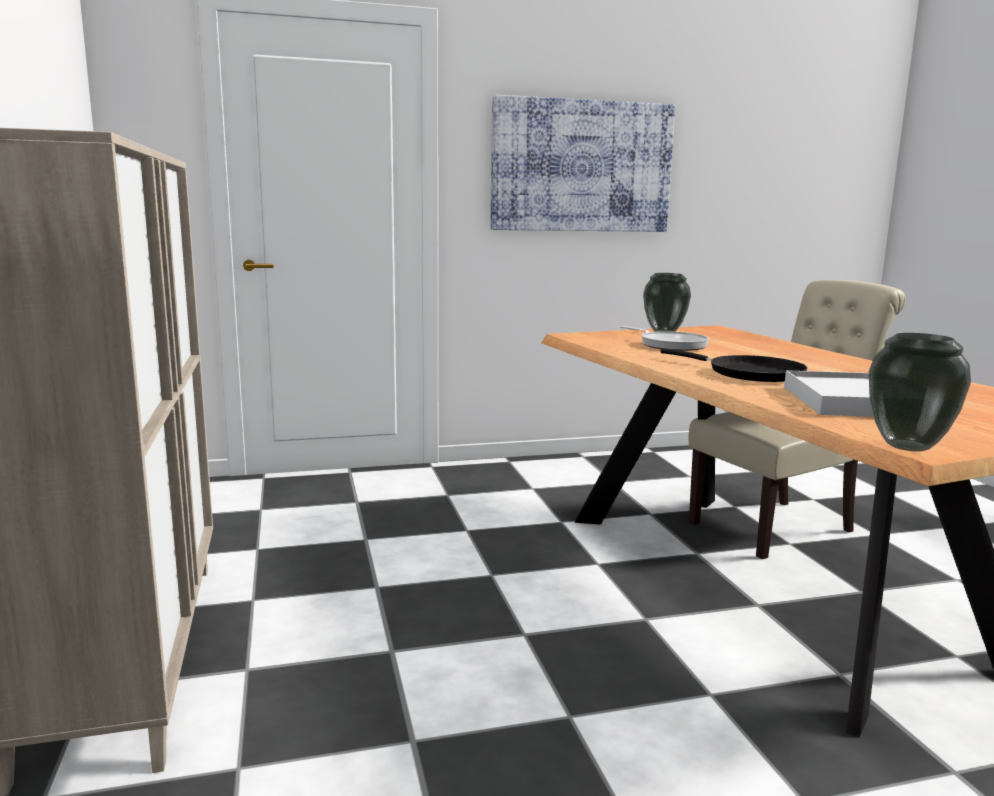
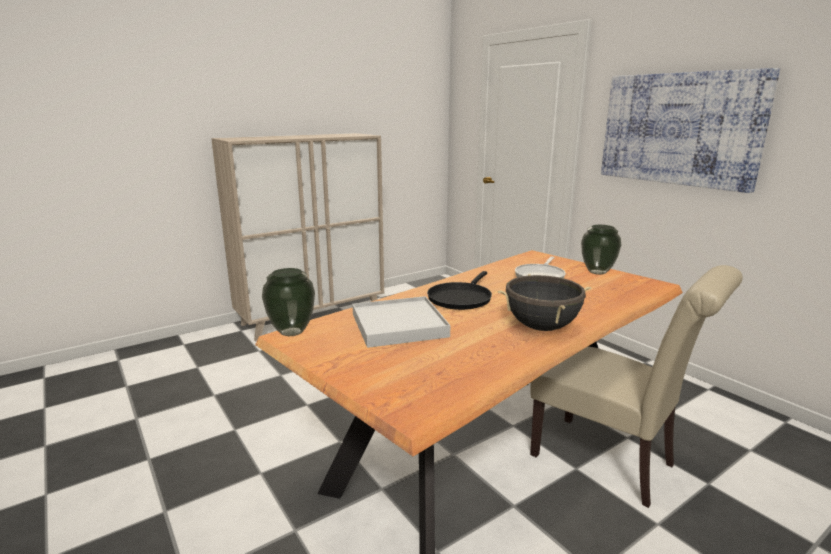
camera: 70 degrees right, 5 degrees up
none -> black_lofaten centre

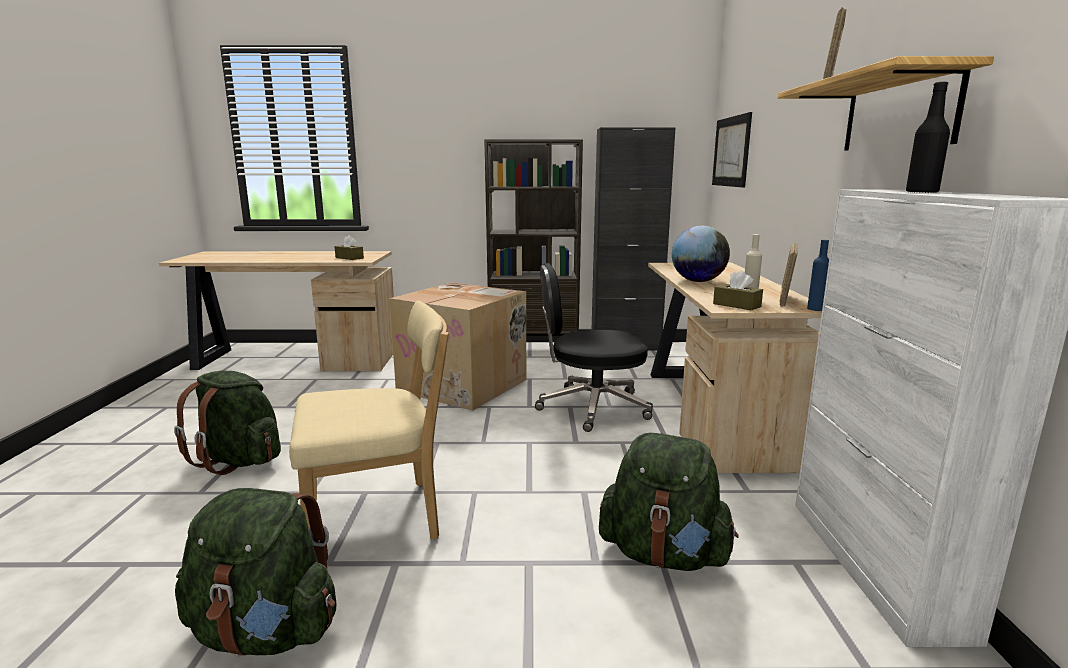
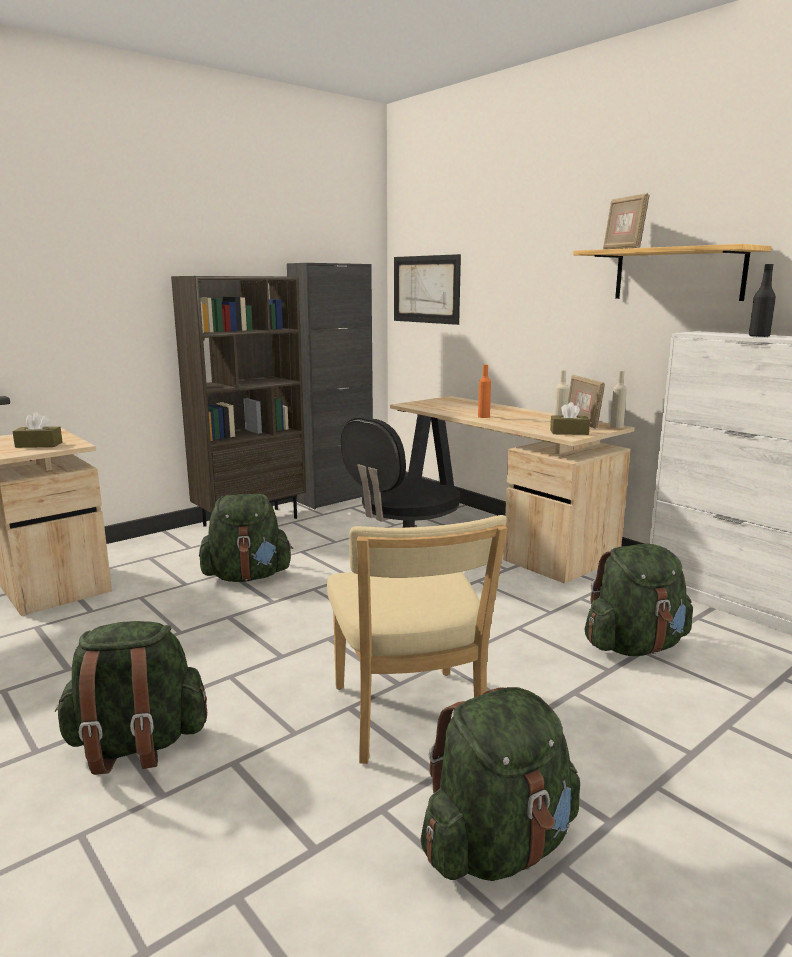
camera: 40 degrees left, 0 degrees up
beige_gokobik centre -> beige_gokobik bottom centre, 135 degrees clockwise
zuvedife centre -> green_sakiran (no. 2 from left) middle left
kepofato centre -> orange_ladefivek centre
blue_ladefivek middle right -> beige_ladefivek (no. 2 from left) middle right

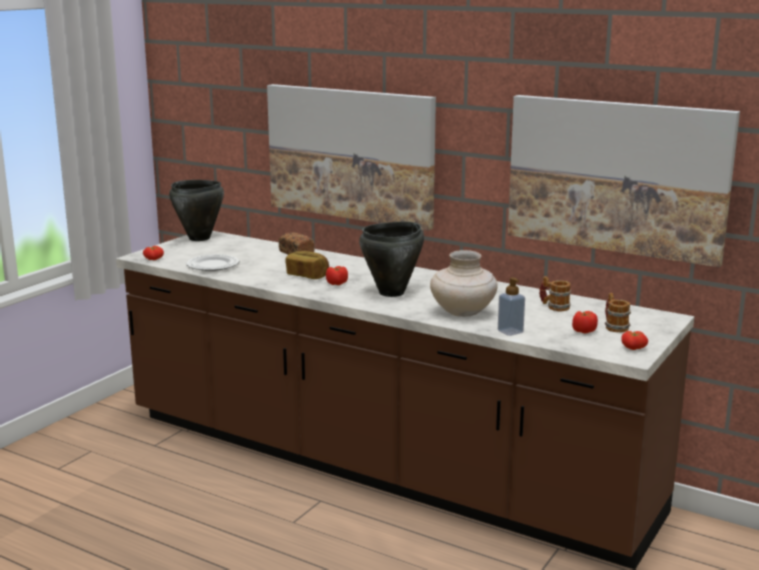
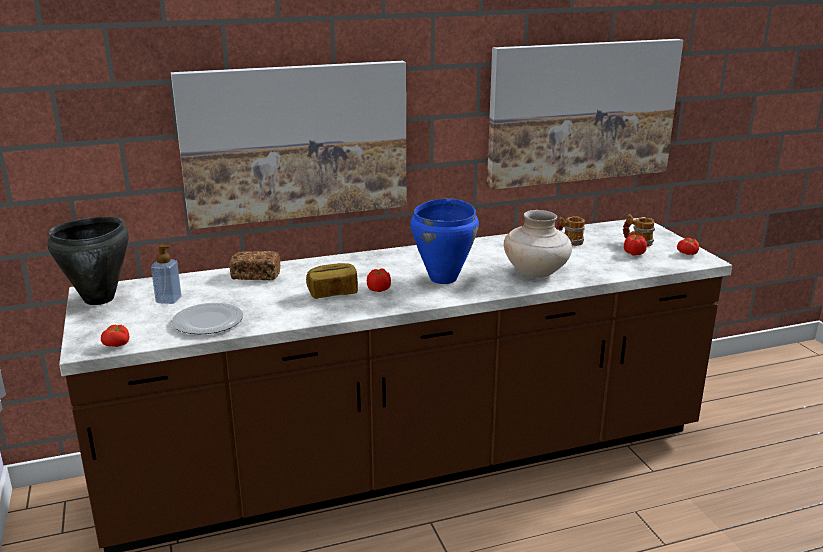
camera: 50 degrees left, 5 degrees up
black_lofaten (no. 2 from left) centre -> blue_lofaten centre
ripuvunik middle right -> ripuvunik middle left, shifted

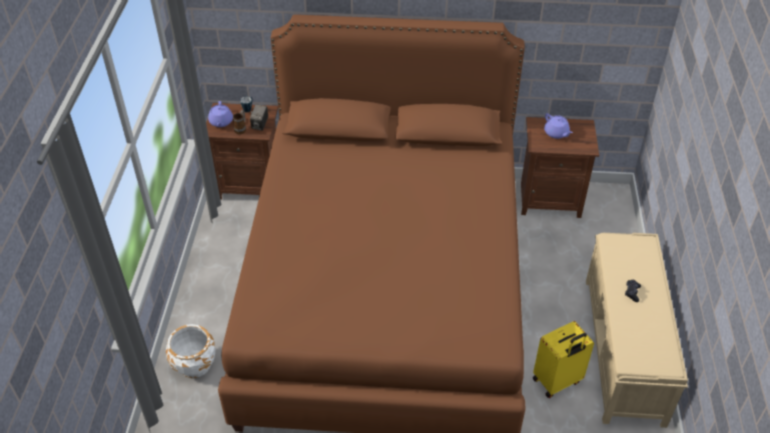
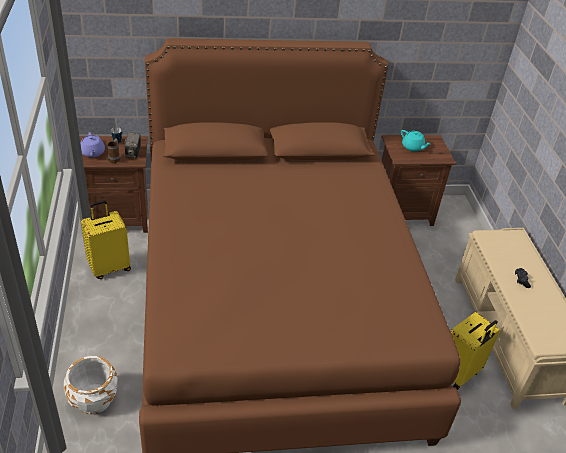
camera: 15 degrees left, 5 degrees down
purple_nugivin (no. 2 from left) top right -> turquoise_nugivin top right
none -> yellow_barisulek (no. 1 from left) middle left

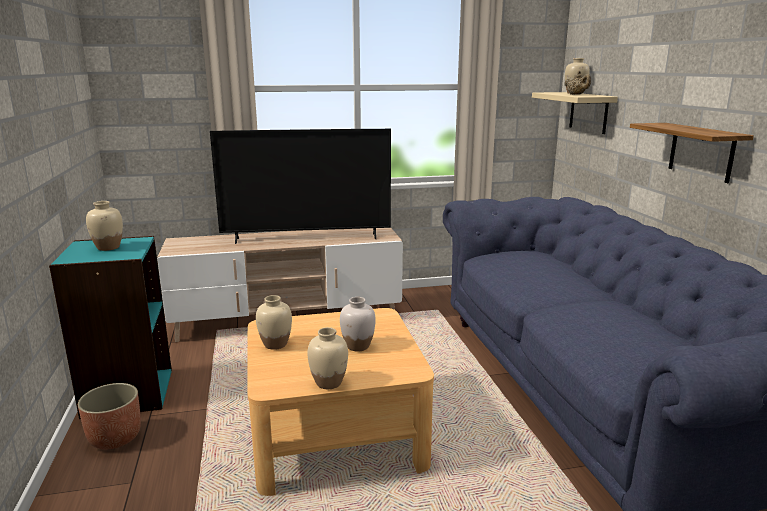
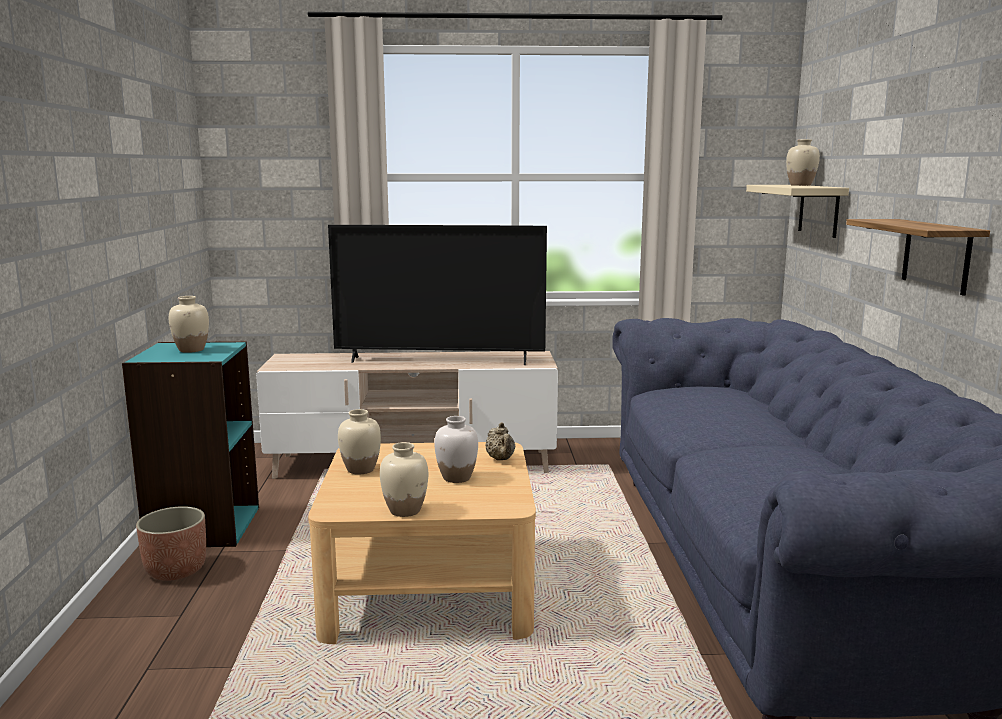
camera: 10 degrees right, 5 degrees down
beige_nugivin top right -> beige_nugivin centre, shifted

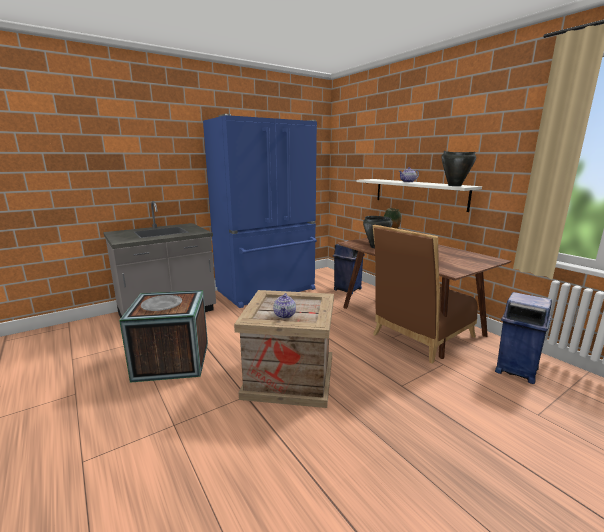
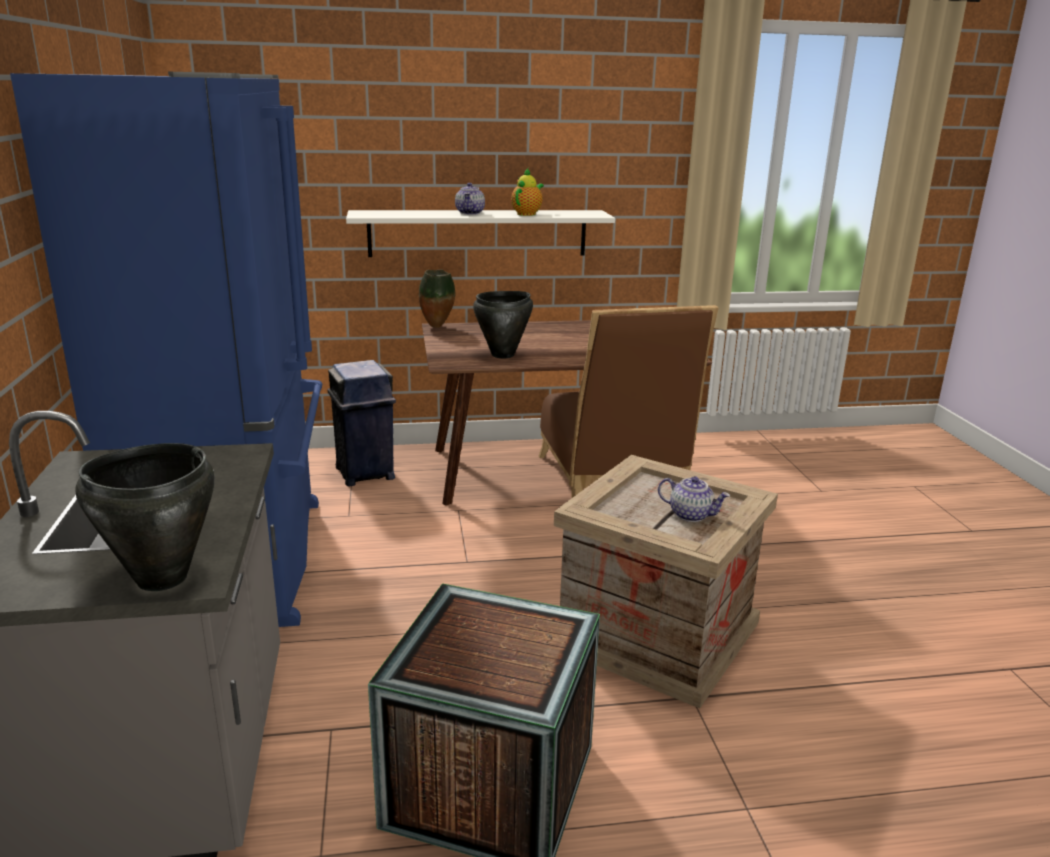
camera: 65 degrees left, 5 degrees up
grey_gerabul middle left -> none
black_lofaten (no. 2 from left in the first image) top right -> black_lofaten (no. 1 from left) middle left, shifted
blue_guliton (no. 2 from left) middle right -> none
none -> nugivin (no. 2 from left) top centre

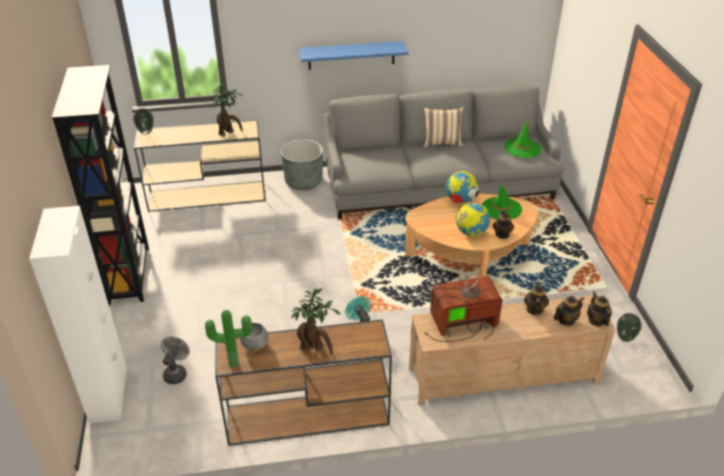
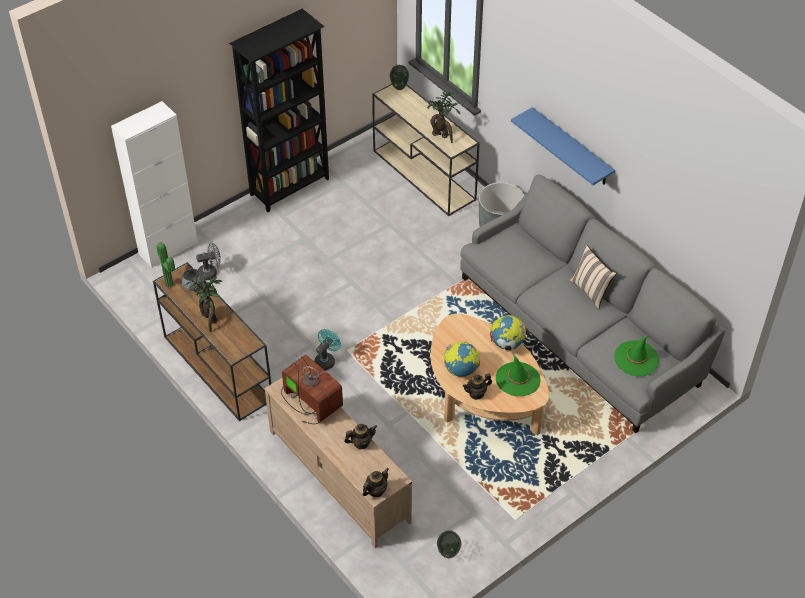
camera: 60 degrees right, 10 degrees up
nugivin (no. 3 from left) middle right -> none

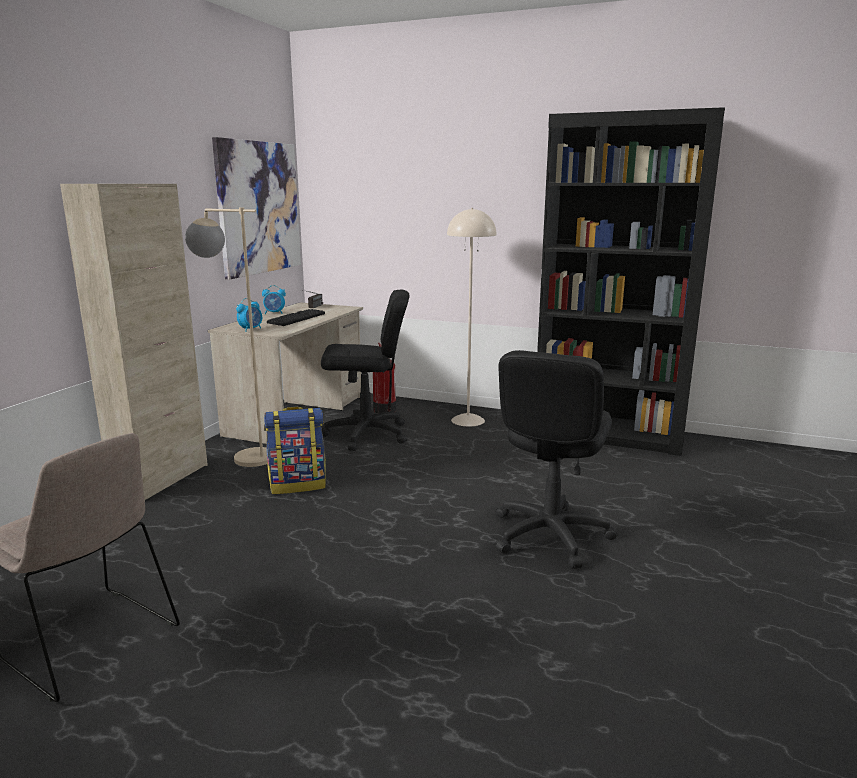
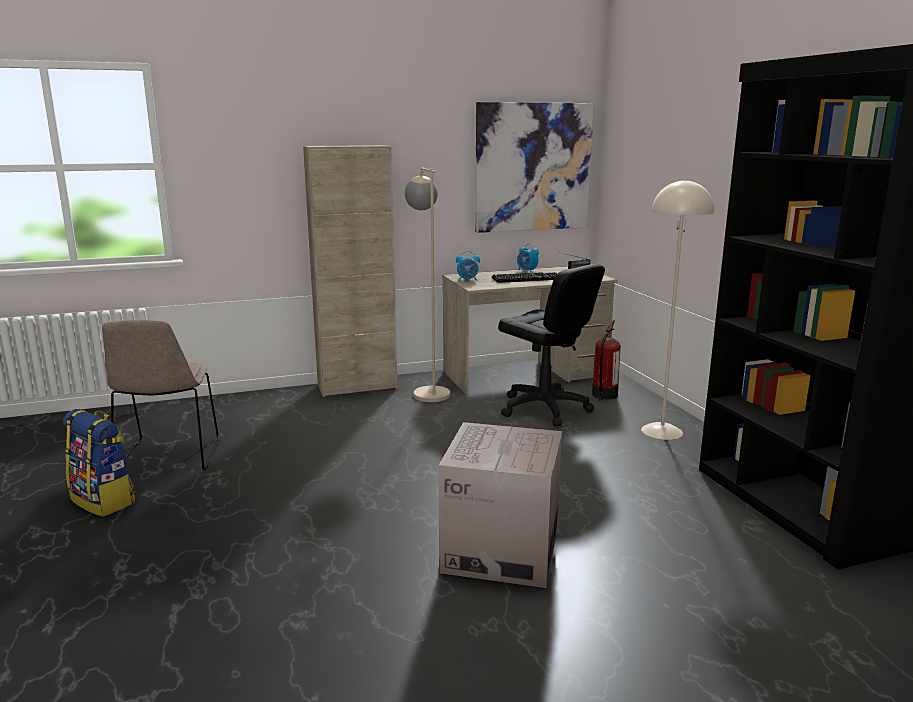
camera: 50 degrees right, 0 degrees up
sakiran centre -> sakiran middle left, shifted
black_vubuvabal (no. 2 from left) centre -> zuvedife bottom centre

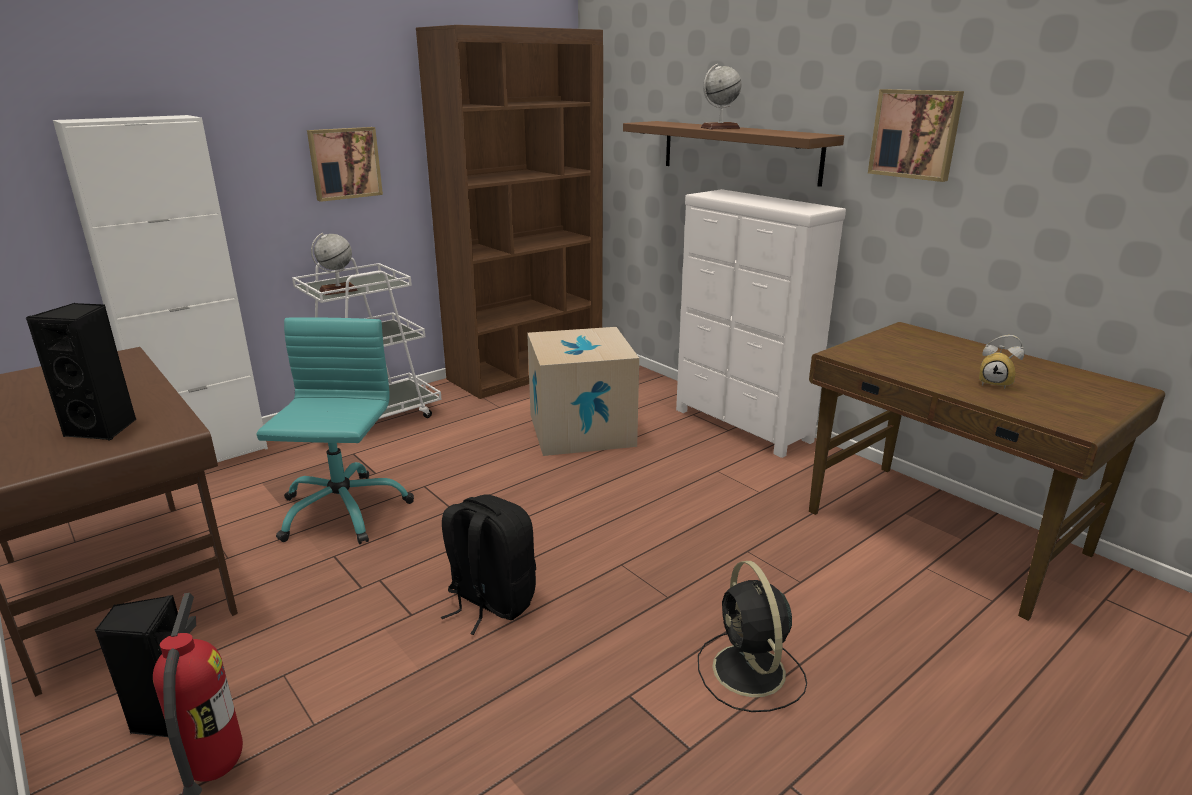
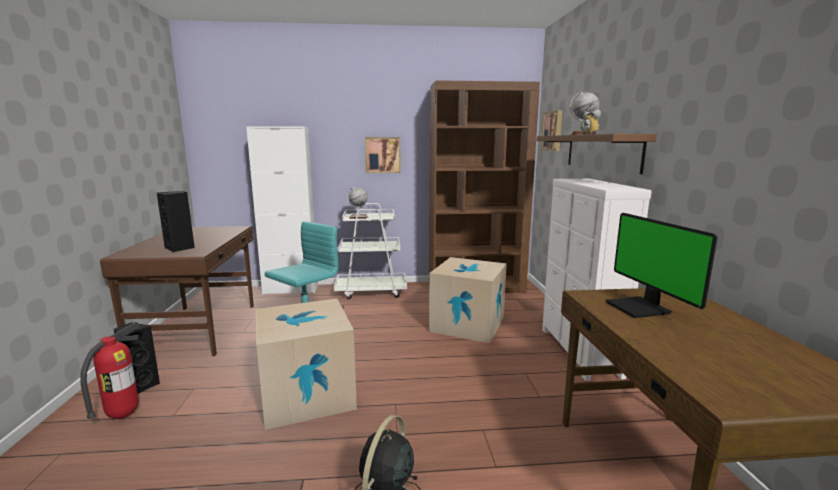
camera: 35 degrees right, 10 degrees down
black_sakiran bottom centre -> zuvedife (no. 1 from left) bottom centre
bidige (no. 2 from left) top right -> bidige (no. 2 from left) top centre, shifted
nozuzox middle right -> nozuzox top right, shifted
none -> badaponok middle right

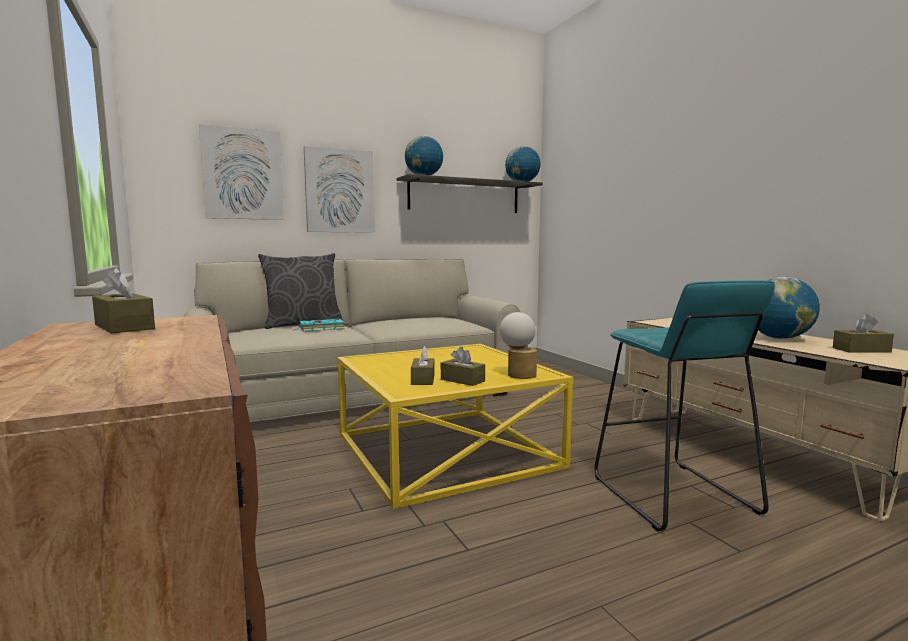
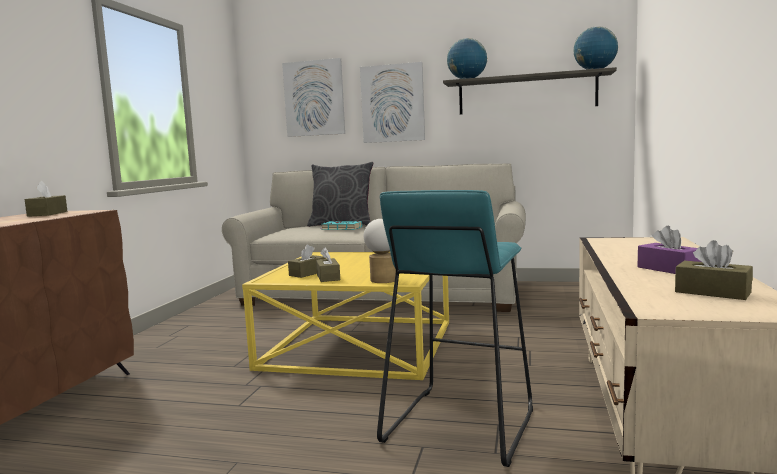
camera: 40 degrees right, 0 degrees up
kepofato (no. 3 from left) middle right -> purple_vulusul middle right

